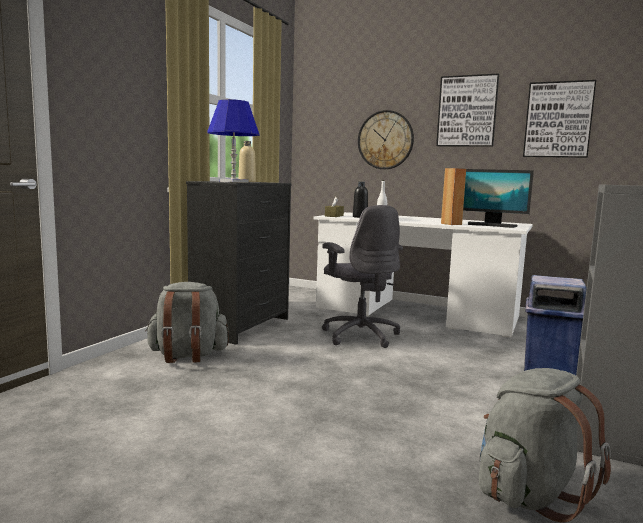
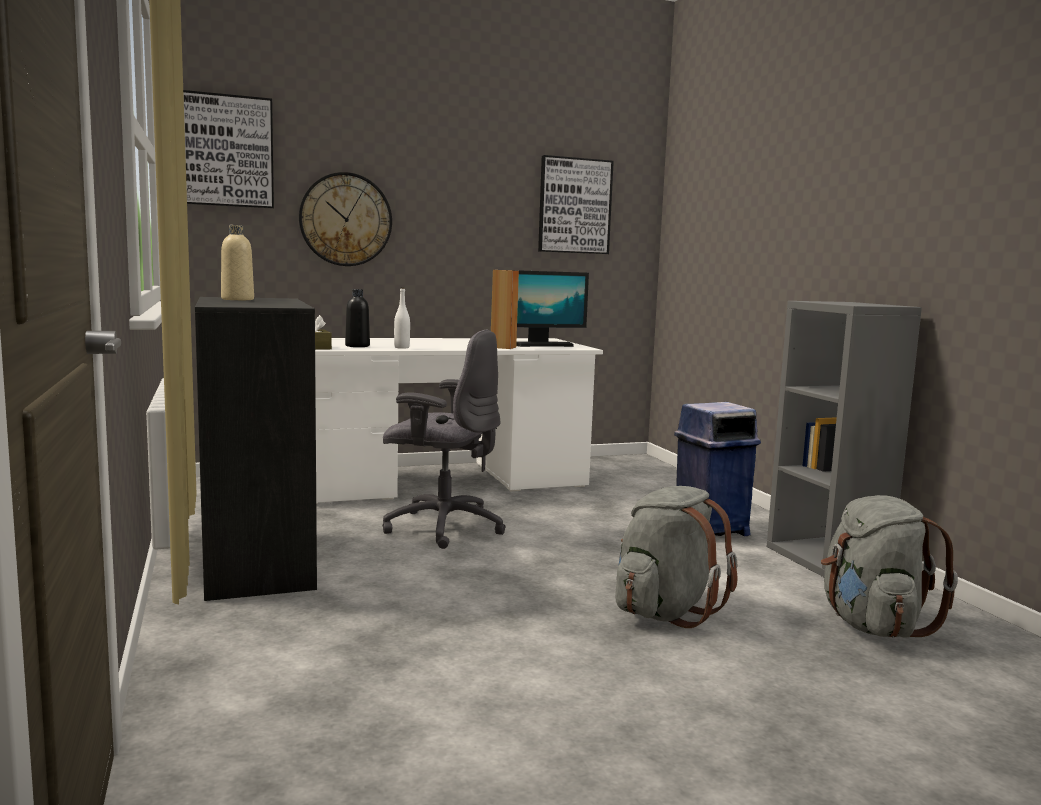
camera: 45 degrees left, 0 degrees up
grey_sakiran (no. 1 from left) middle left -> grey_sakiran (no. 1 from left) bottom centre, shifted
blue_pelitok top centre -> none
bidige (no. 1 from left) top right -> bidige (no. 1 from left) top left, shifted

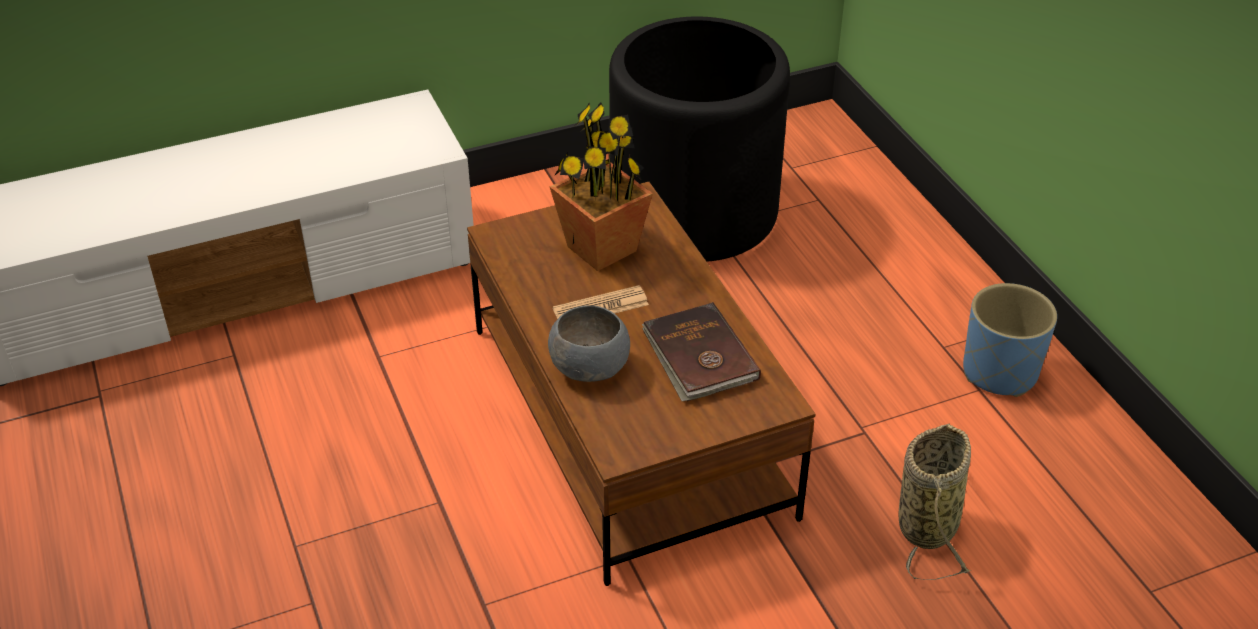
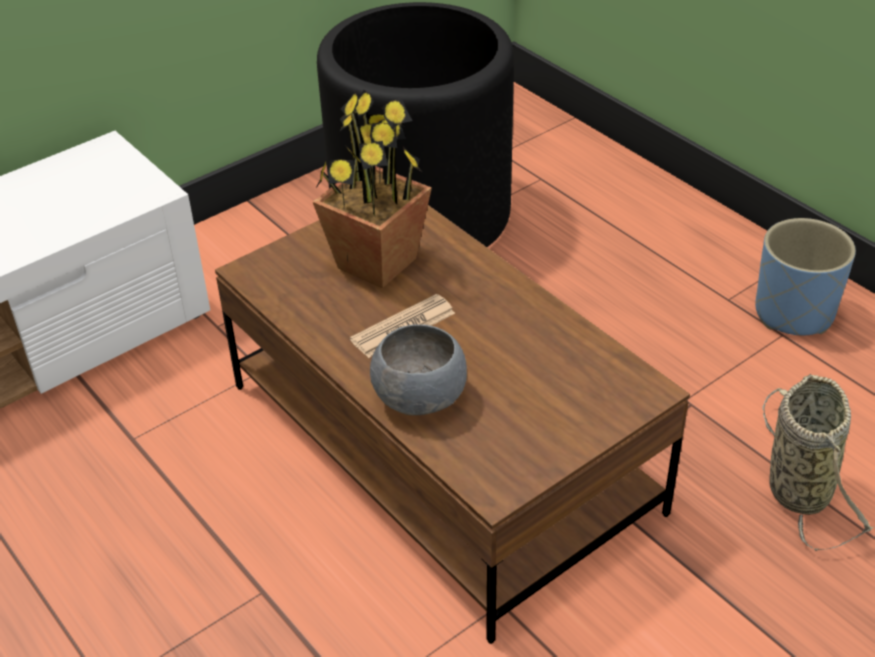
camera: 15 degrees left, 0 degrees up
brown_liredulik centre -> none

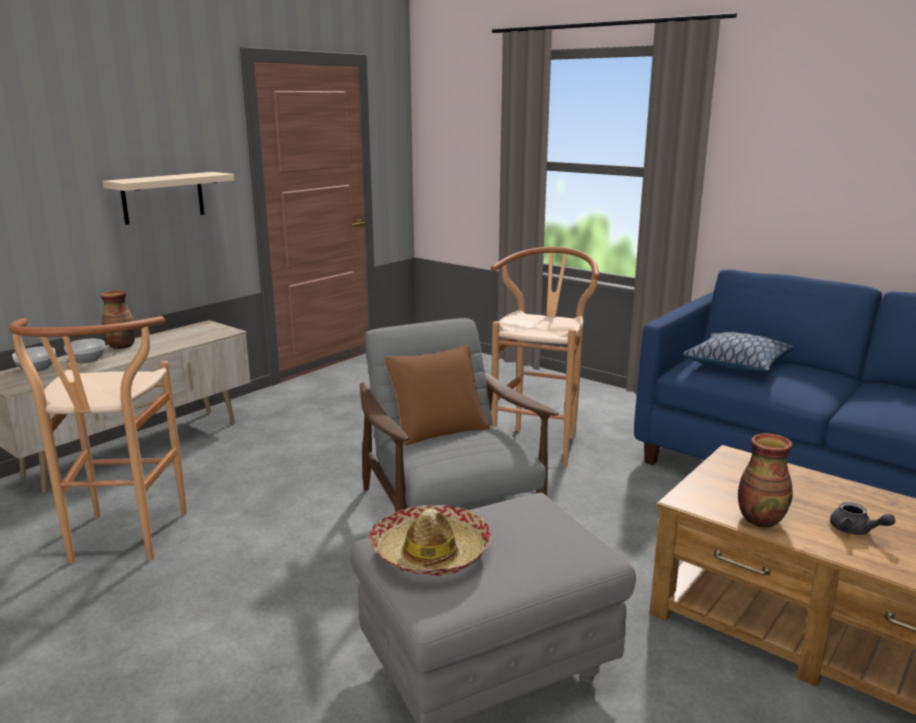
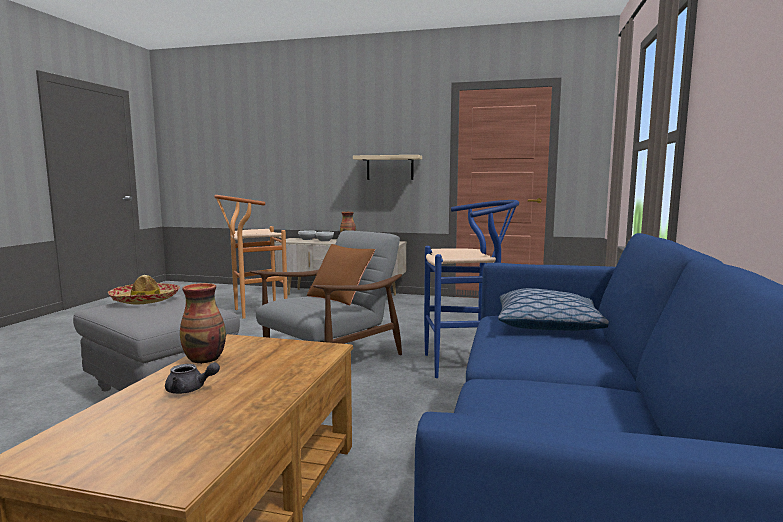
camera: 65 degrees right, 10 degrees down
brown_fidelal (no. 2 from left) centre -> blue_fidelal centre
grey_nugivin bottom right -> grey_nugivin bottom left, 105 degrees counterclockwise

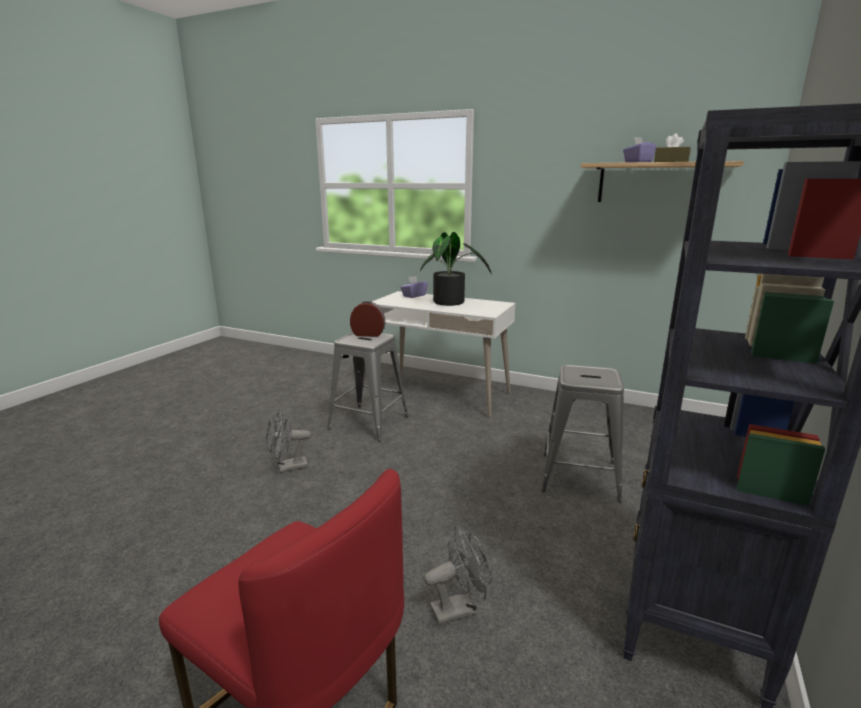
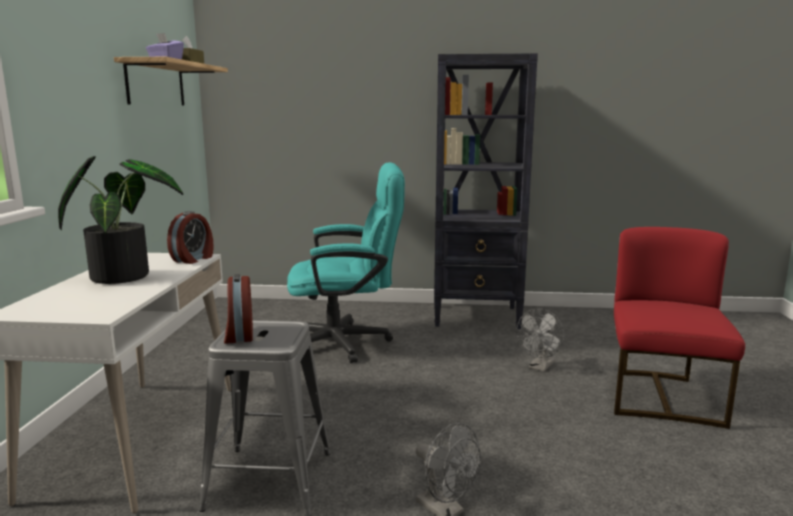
camera: 110 degrees left, 5 degrees down
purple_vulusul (no. 1 from left) centre -> none
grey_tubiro (no. 2 from left) bottom centre -> grey_tubiro (no. 2 from left) middle right, 105 degrees counterclockwise
grey_fidelal (no. 2 from left) middle right -> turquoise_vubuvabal centre
none -> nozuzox (no. 1 from left) middle left

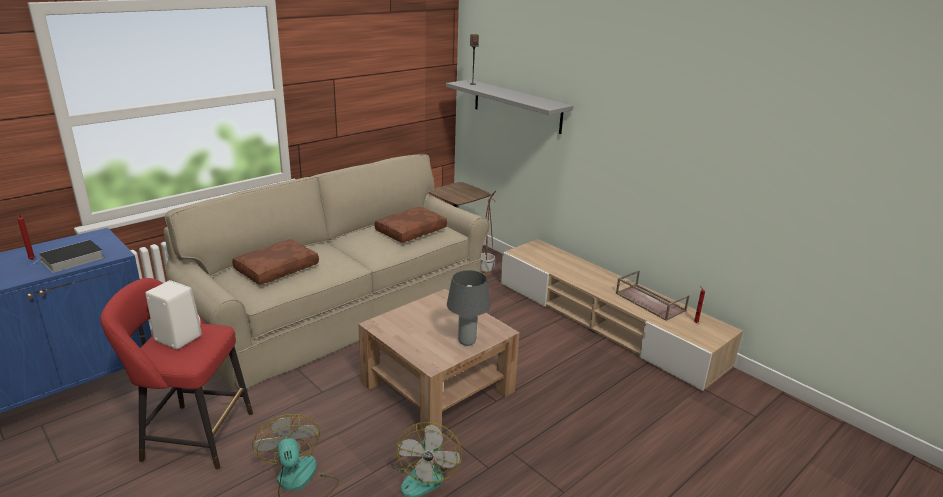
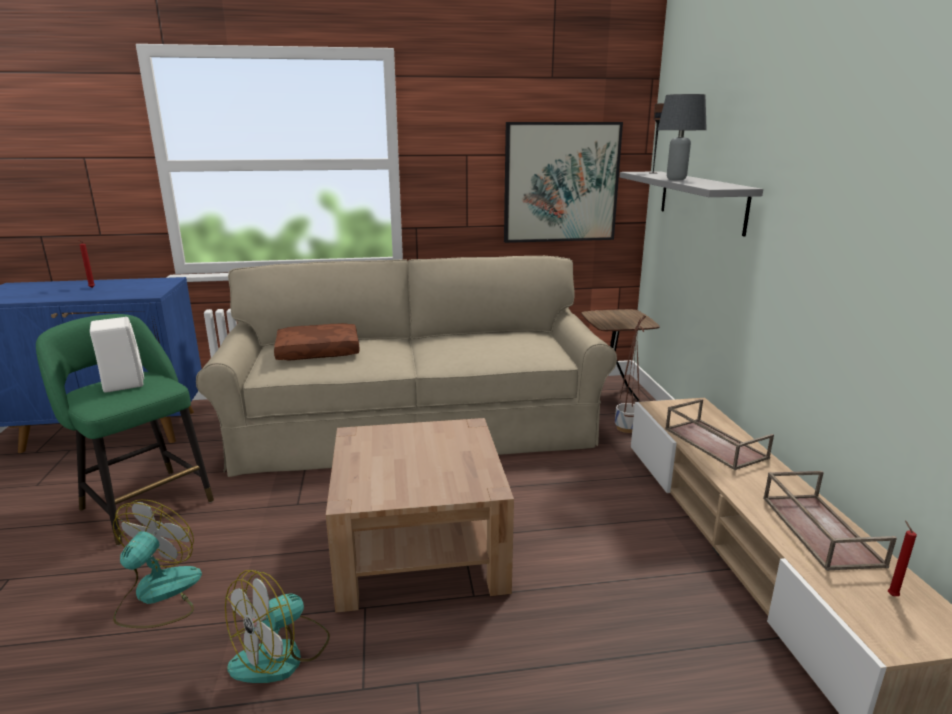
camera: 35 degrees right, 5 degrees down
liredulik middle left -> none
red_fidelal bottom left -> green_fidelal middle left
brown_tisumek (no. 2 from left) centre -> none
grey_pelitok centre -> grey_pelitok top right, shifted
none -> bidige top centre
none -> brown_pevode (no. 1 from left) middle right

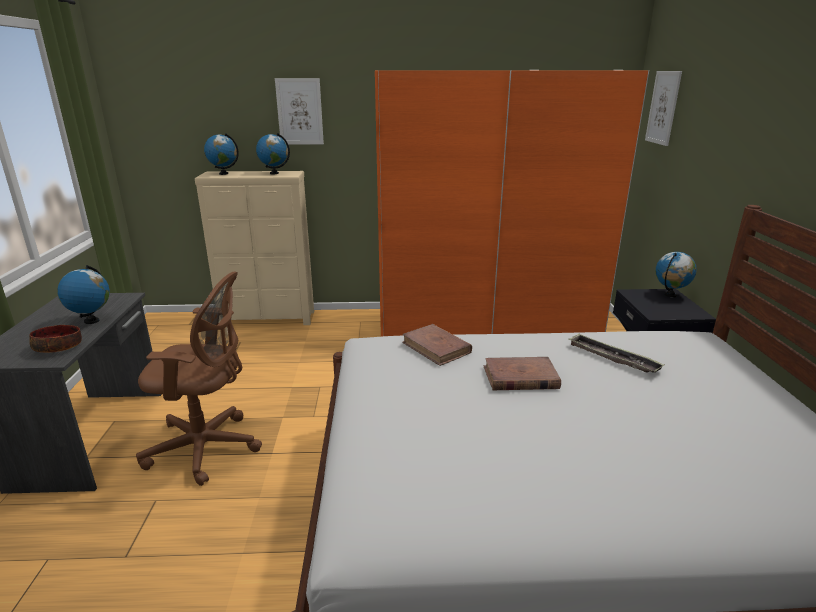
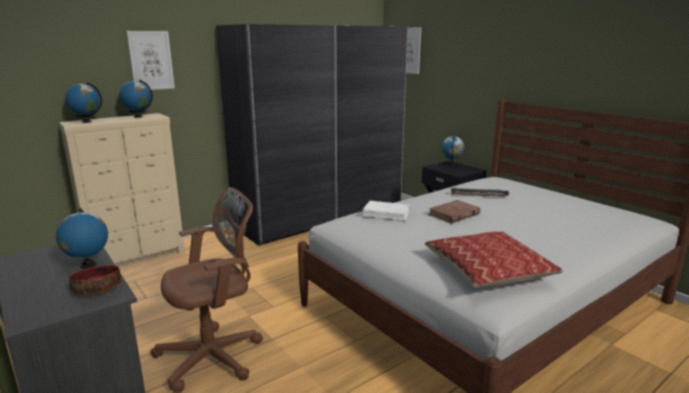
camera: 35 degrees left, 5 degrees down
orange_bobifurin top centre -> grey_bobifurin centre
brown_liredulik (no. 1 from left) centre -> white_liredulik centre
none -> tisumek middle right

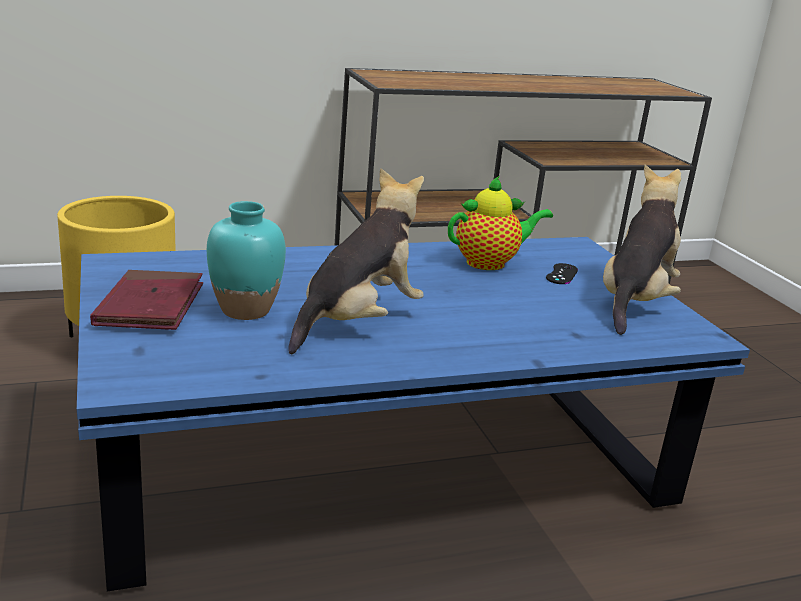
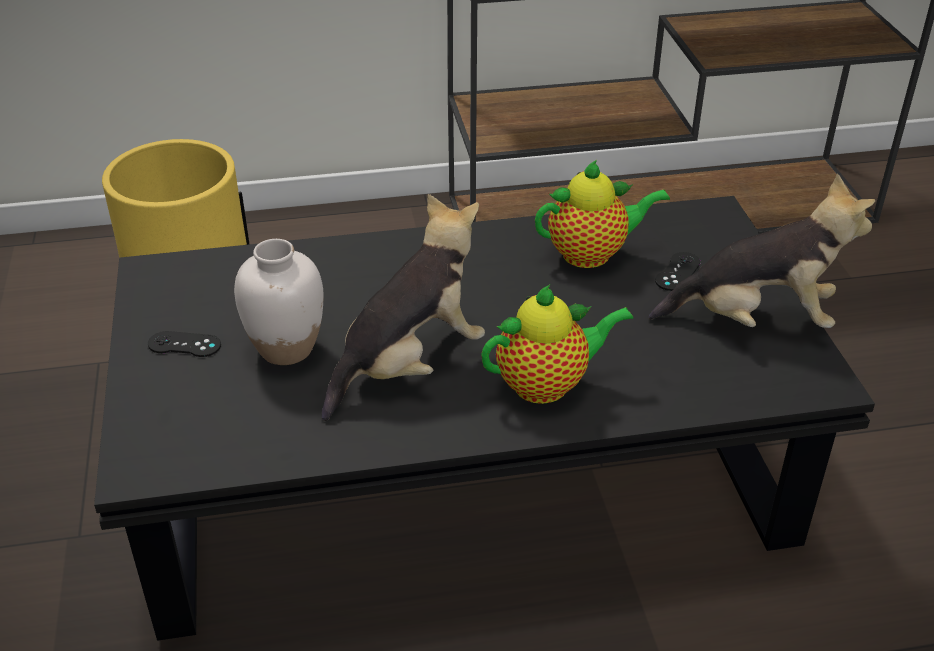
camera: 10 degrees right, 15 degrees up
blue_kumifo bottom centre -> black_kumifo centre
red_liredulik middle left -> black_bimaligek (no. 1 from left) middle left
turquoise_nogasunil middle left -> white_nogasunil middle left
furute (no. 2 from left) middle right, 60 degrees clockwise
none -> nugivin (no. 1 from left) centre

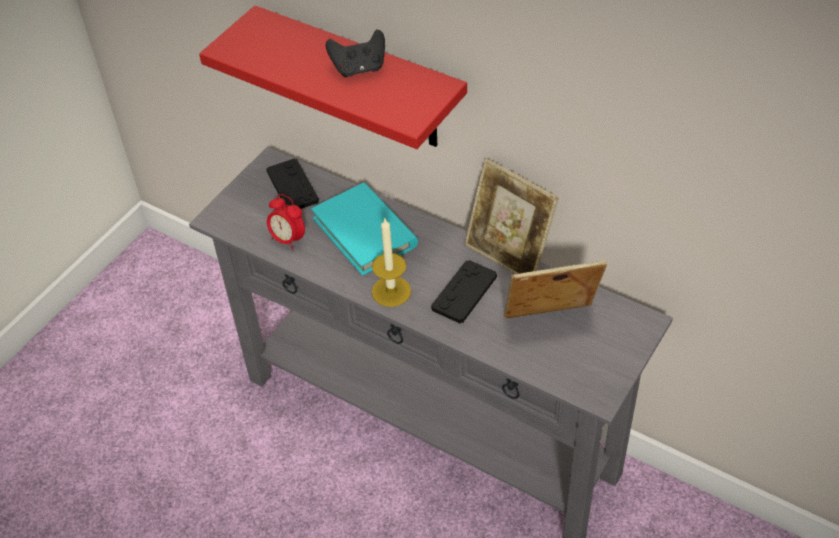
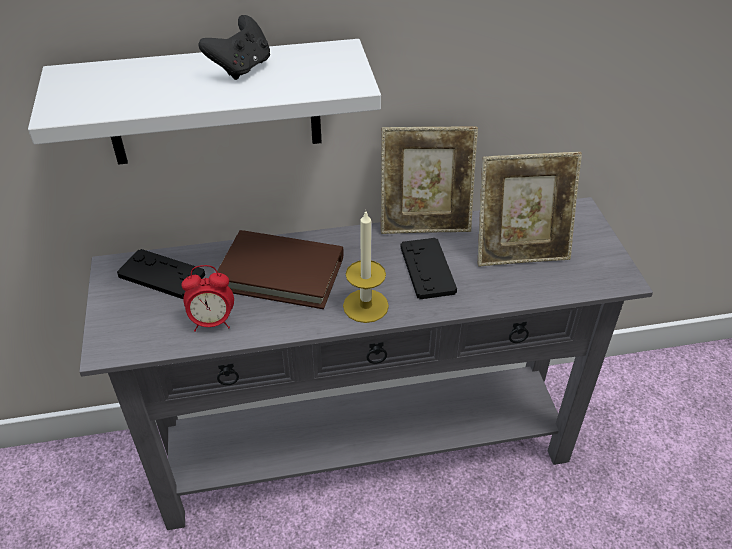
camera: 45 degrees left, 5 degrees down
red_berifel top centre -> white_berifel top left
turquoise_liredulik centre -> brown_liredulik centre
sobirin (no. 2 from left) centre -> sobirin (no. 2 from left) middle right, 135 degrees counterclockwise

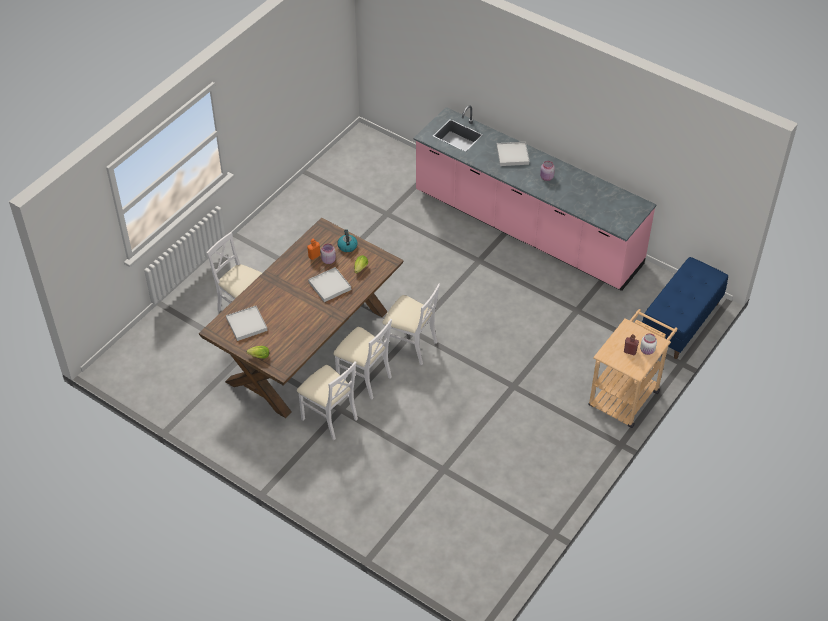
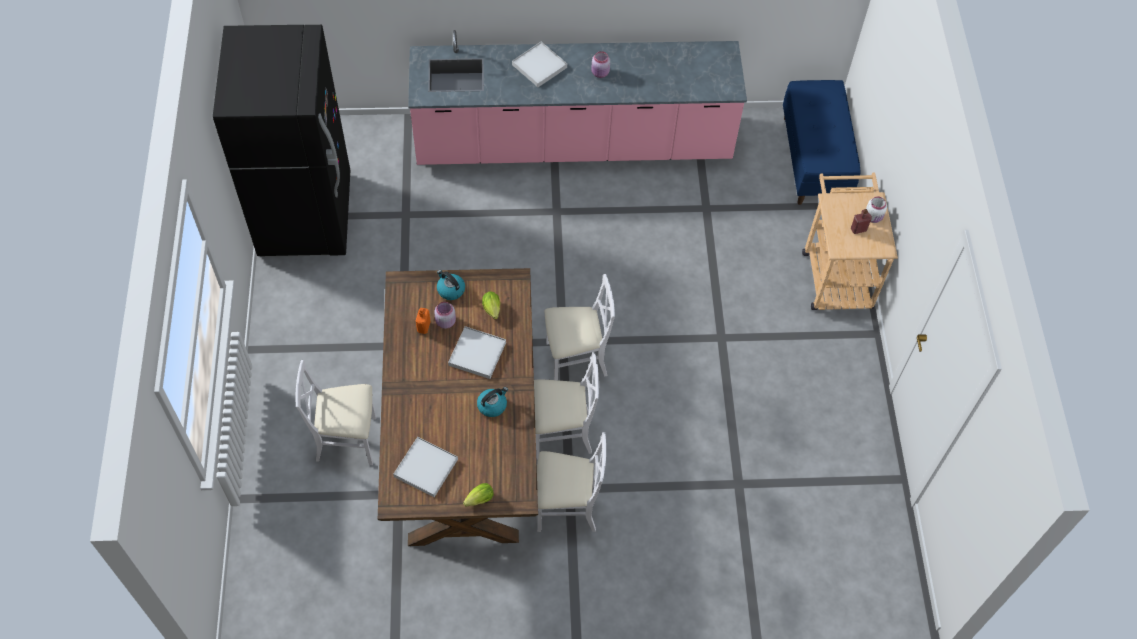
camera: 40 degrees left, 10 degrees up
none -> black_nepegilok top left
none -> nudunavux (no. 2 from left) centre

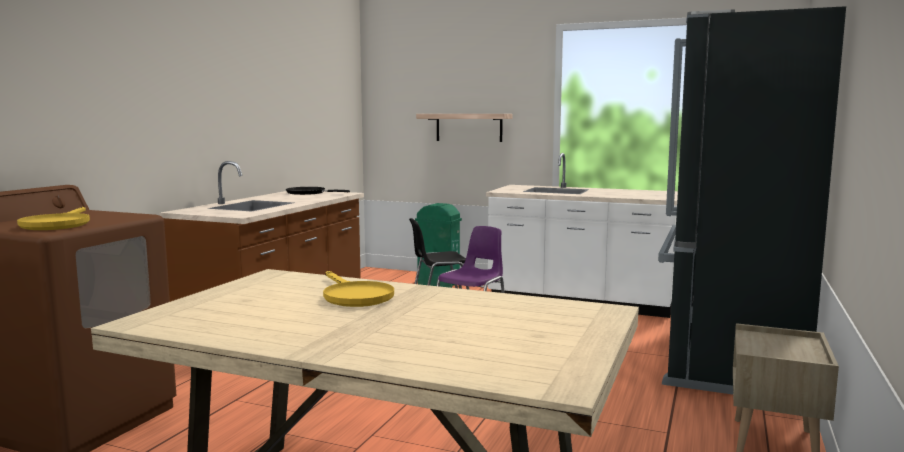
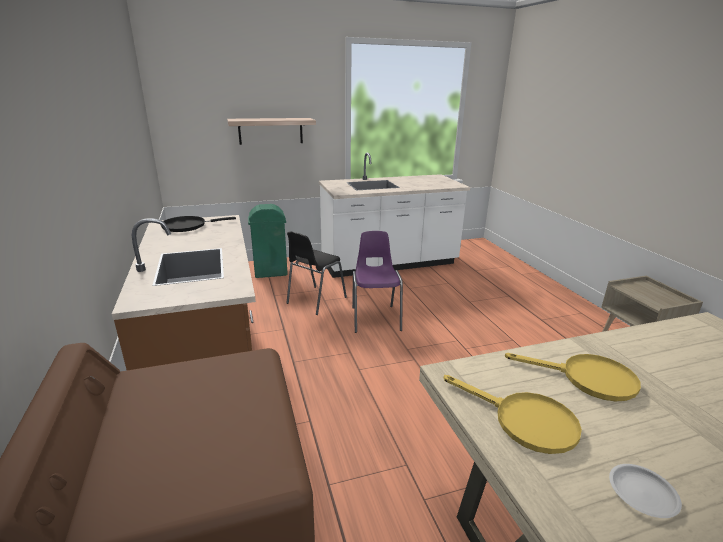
camera: 40 degrees left, 15 degrees up
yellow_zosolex (no. 1 from left) middle left -> yellow_zosolex (no. 1 from left) bottom right, shifted
black_nepegilok middle right -> none
none -> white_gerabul bottom right

